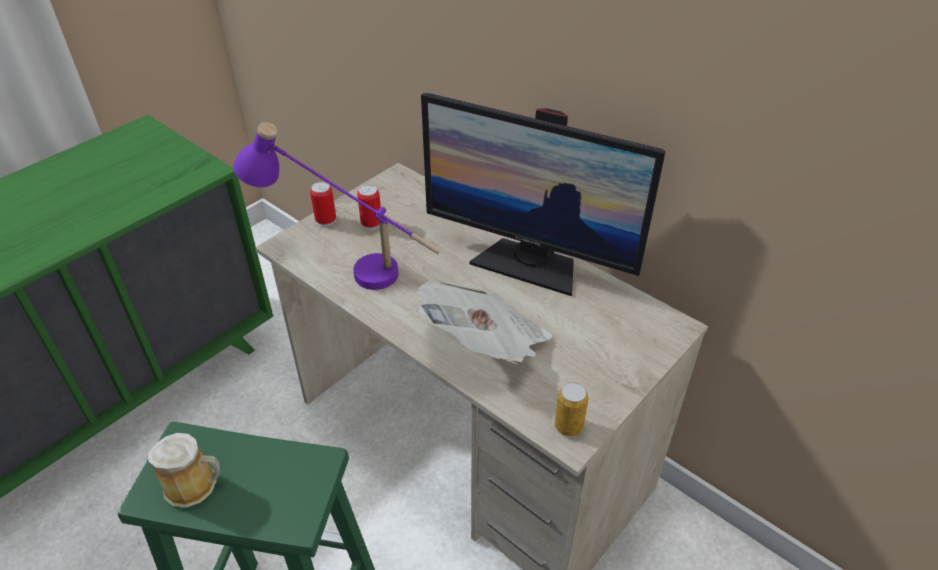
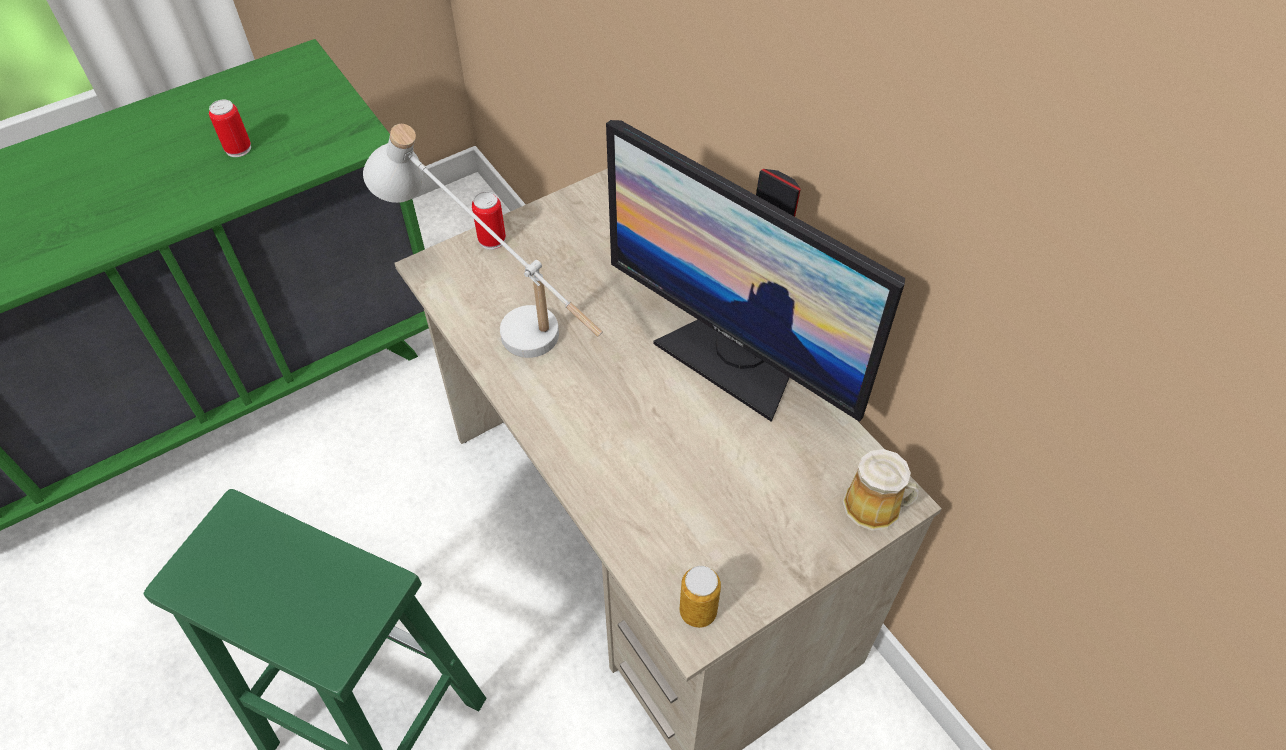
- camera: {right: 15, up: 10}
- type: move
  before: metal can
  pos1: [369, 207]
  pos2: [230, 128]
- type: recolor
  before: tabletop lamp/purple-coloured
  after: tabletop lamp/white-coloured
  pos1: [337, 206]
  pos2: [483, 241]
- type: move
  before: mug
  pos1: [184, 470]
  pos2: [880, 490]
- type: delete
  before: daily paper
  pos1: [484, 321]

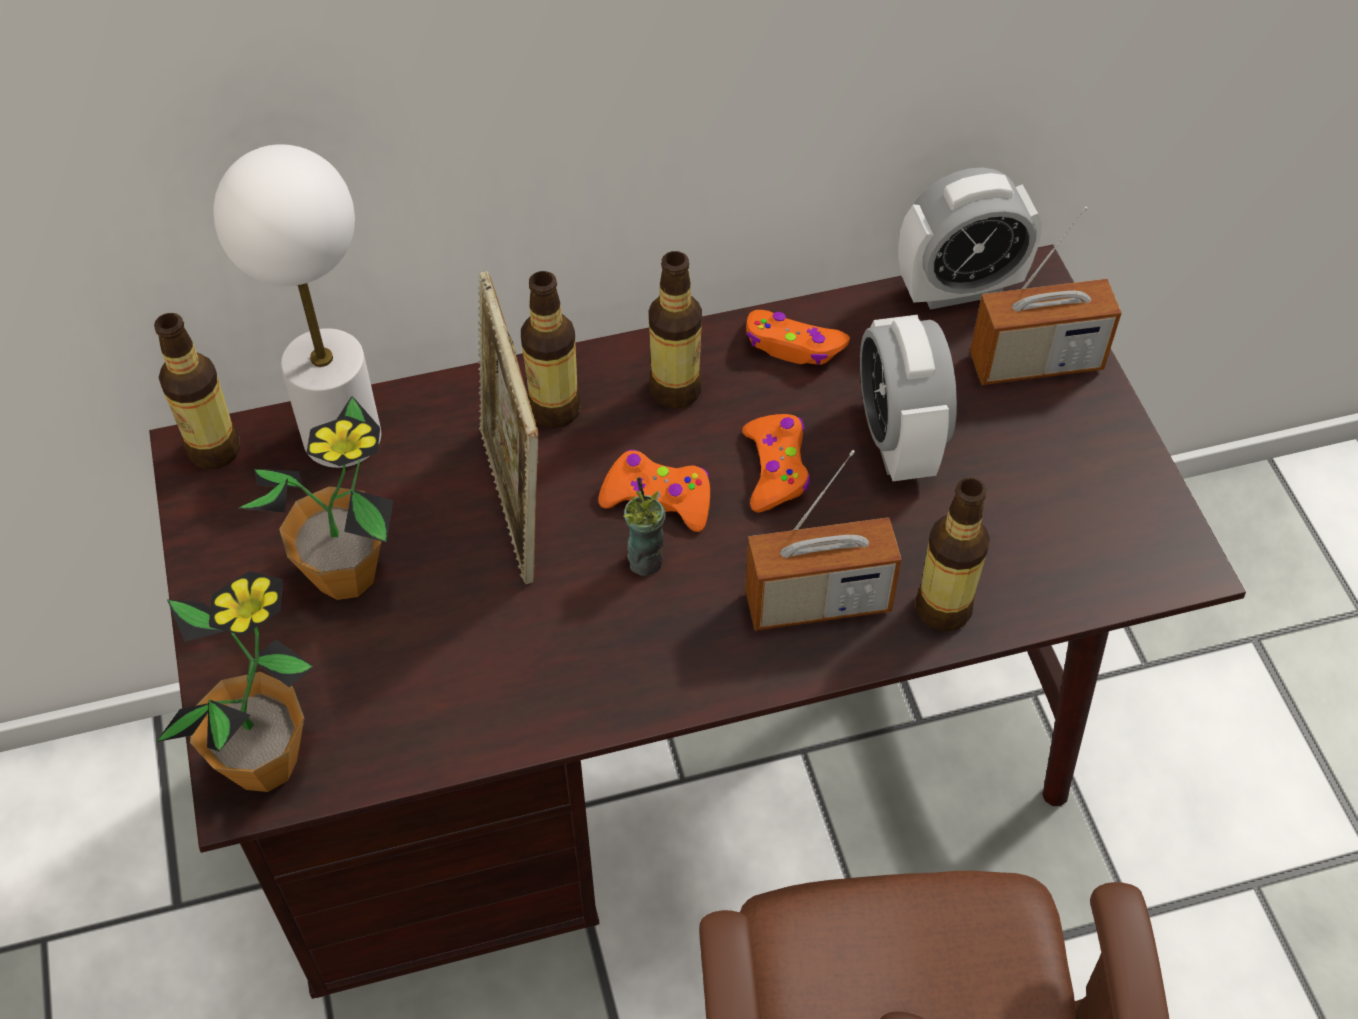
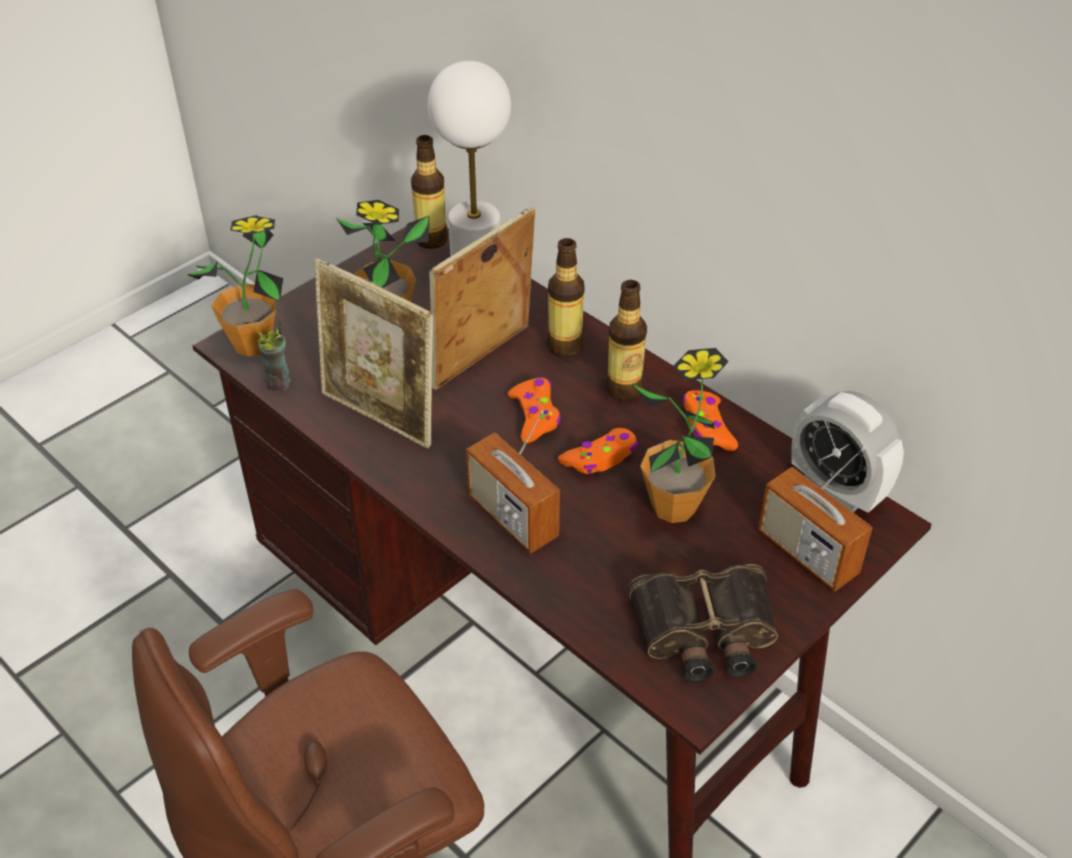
- camera: {right: 60, up: -10}
- type: move
  before: cup
  pos1: [645, 526]
  pos2: [274, 355]
- type: insert
  after: photo frame
  pos2: [373, 353]
- type: insert
  after: field glasses
  pos2: [703, 623]
- type: replace
  before: bedside clock
  after: houseplant
  pos1: [908, 398]
  pos2: [680, 435]
- type: delete
  before: bottle
  pos1: [952, 554]

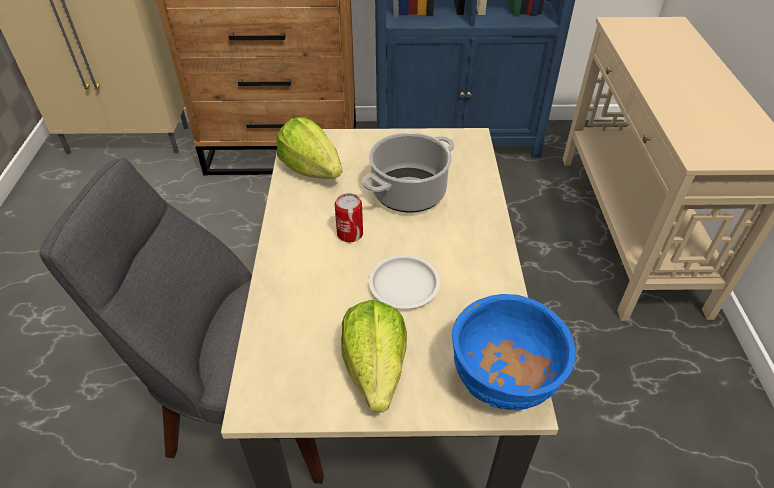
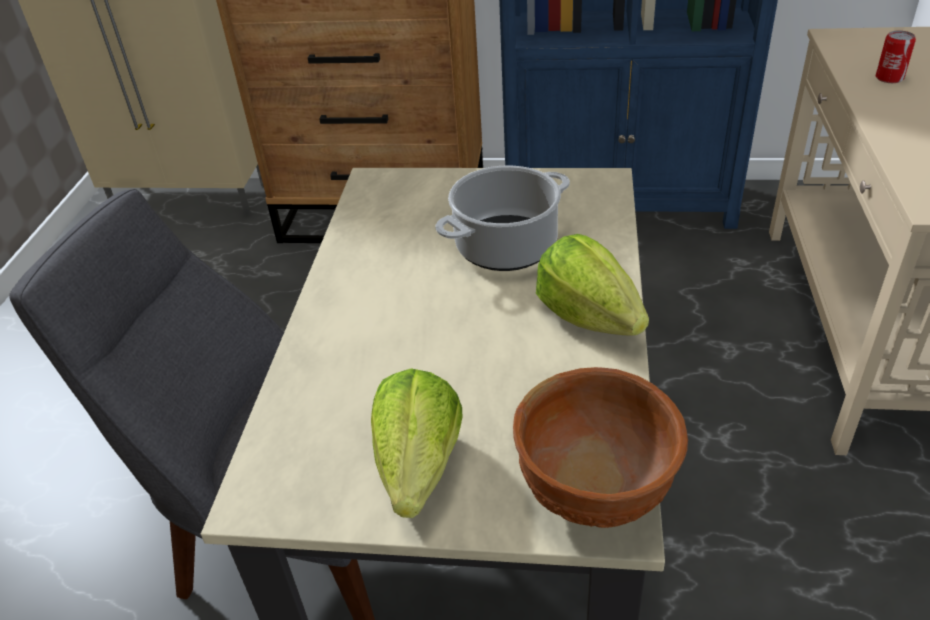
- camera: {right: 10, up: -5}
- type: recolor
  before: bowl/blue
  after: bowl/brownish
  pos1: [514, 352]
  pos2: [600, 447]
- type: move
  before: lettuce
  pos1: [309, 148]
  pos2: [592, 285]
- type: move
  before: metal can
  pos1: [349, 217]
  pos2: [896, 57]
- type: delete
  before: dinner plate/white-coloured
  pos1: [404, 282]

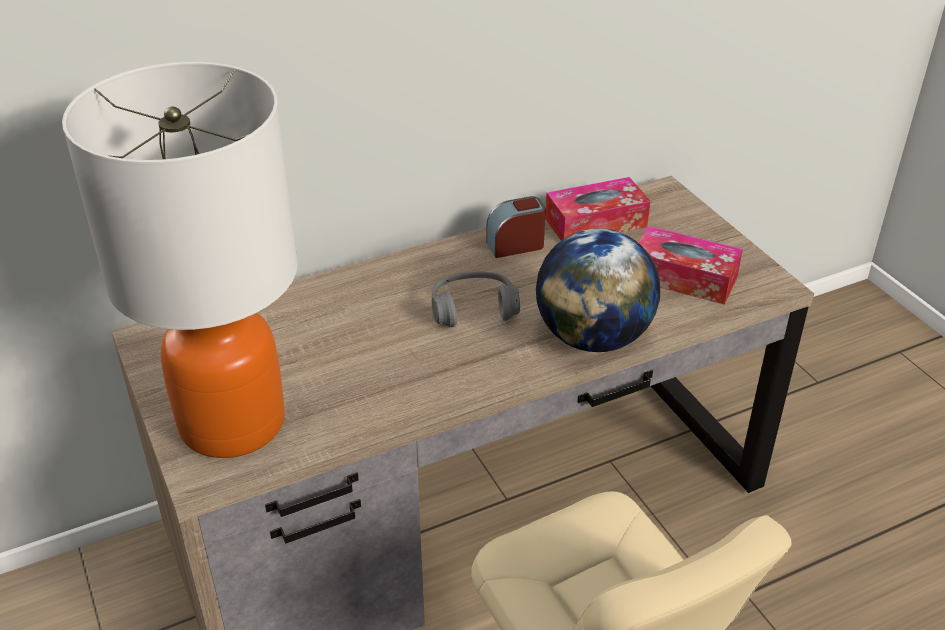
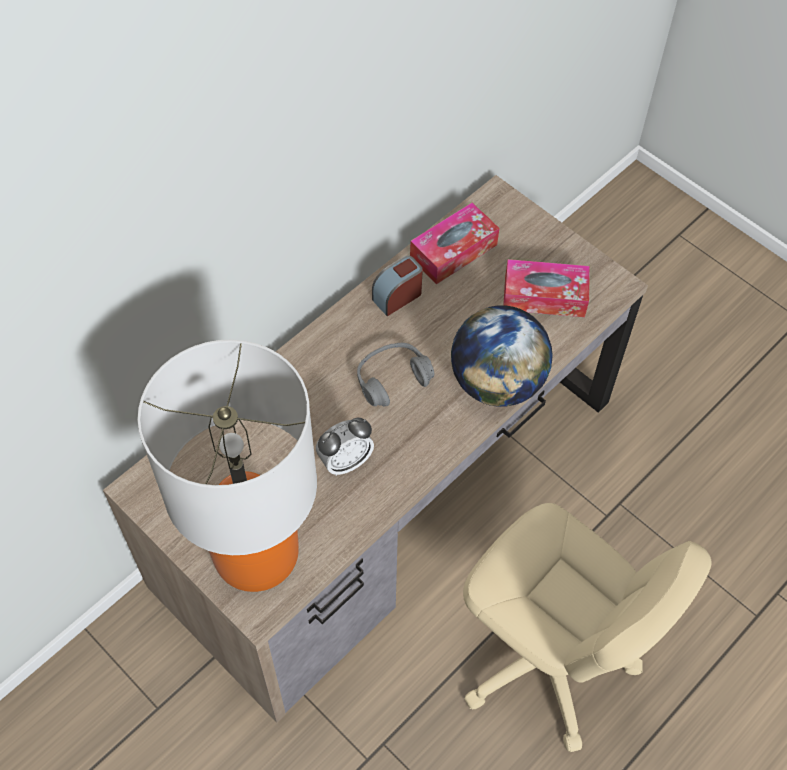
- camera: {right: -20, up: 20}
- type: insert
  after: bedside clock
  pos2: [345, 447]

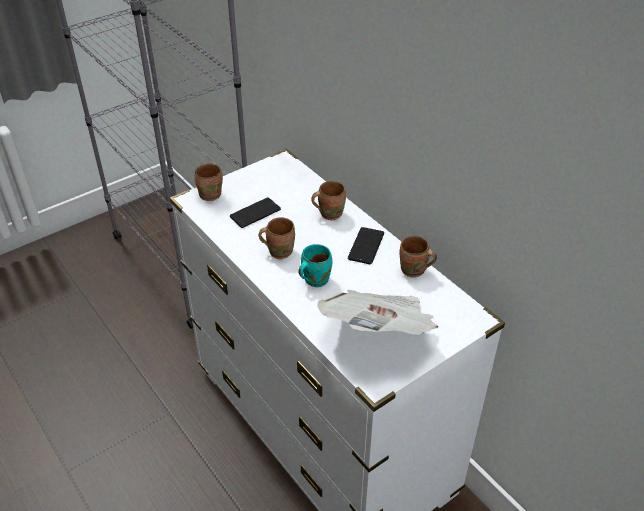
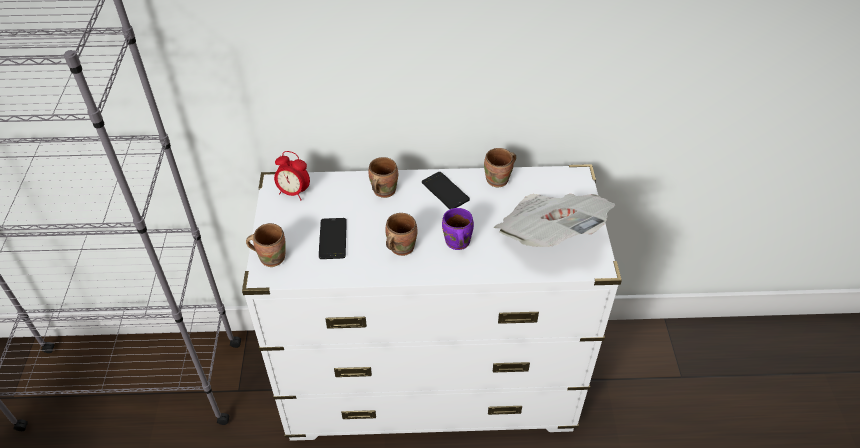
- camera: {right: -55, up: 5}
- type: insert
  after: bedside clock
  pos2: [292, 175]
- type: recolor
  before: mug/turquoise-coloured
  after: mug/purple-coloured
  pos1: [315, 265]
  pos2: [458, 229]

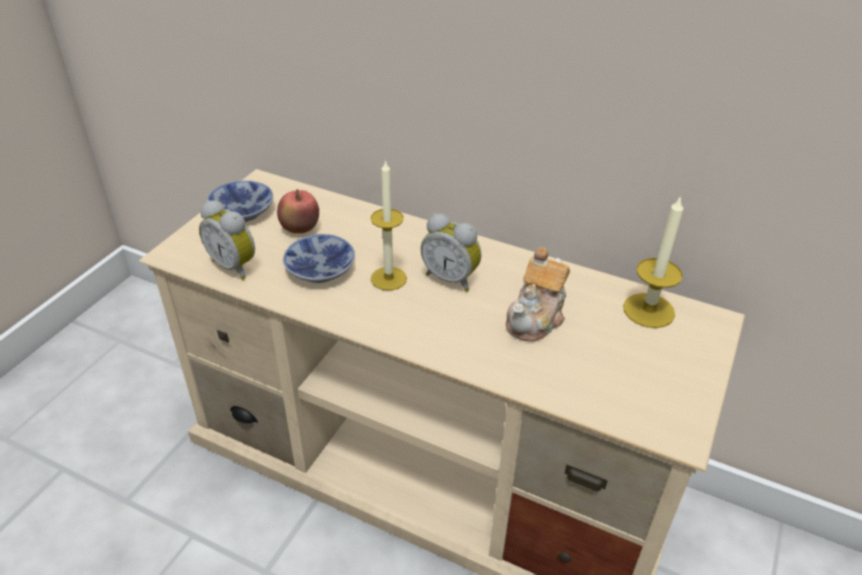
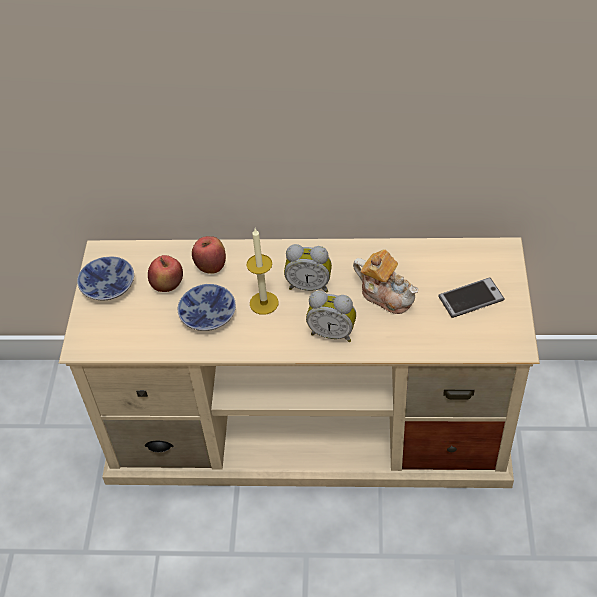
- camera: {right: -20, up: 10}
- type: insert
  after: apple
  pos2: [209, 255]
- type: move
  before: bedside clock
  pos1: [227, 240]
  pos2: [331, 316]
- type: rotate
  before: teapot
  pos1: [538, 294]
  pos2: [385, 281]
  turn: -60
- type: insert
  after: telephone
  pos2: [471, 297]
- type: delete
  before: wax light
  pos1: [653, 261]

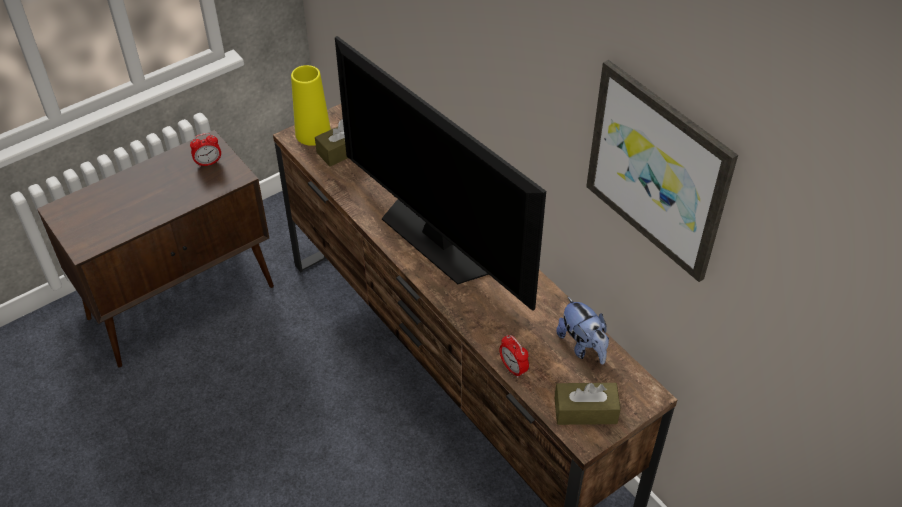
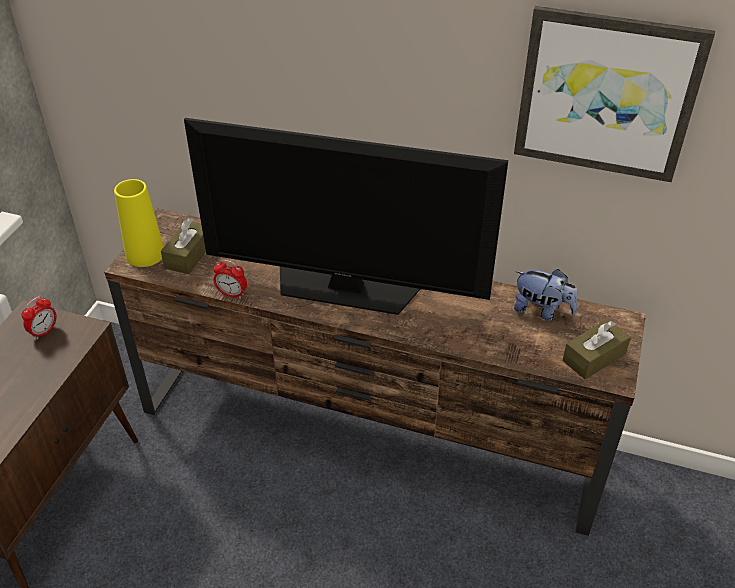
- camera: {right: -35, up: -5}
- type: move
  before: bedside clock
  pos1: [514, 356]
  pos2: [230, 279]

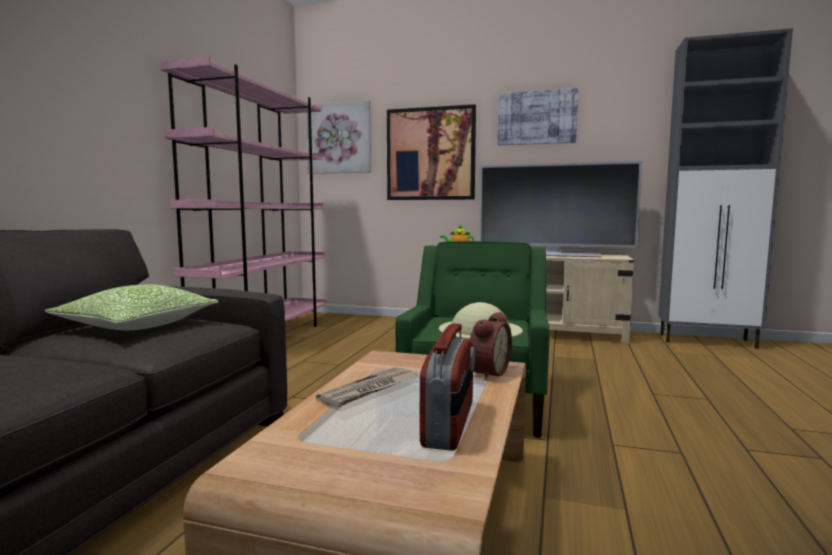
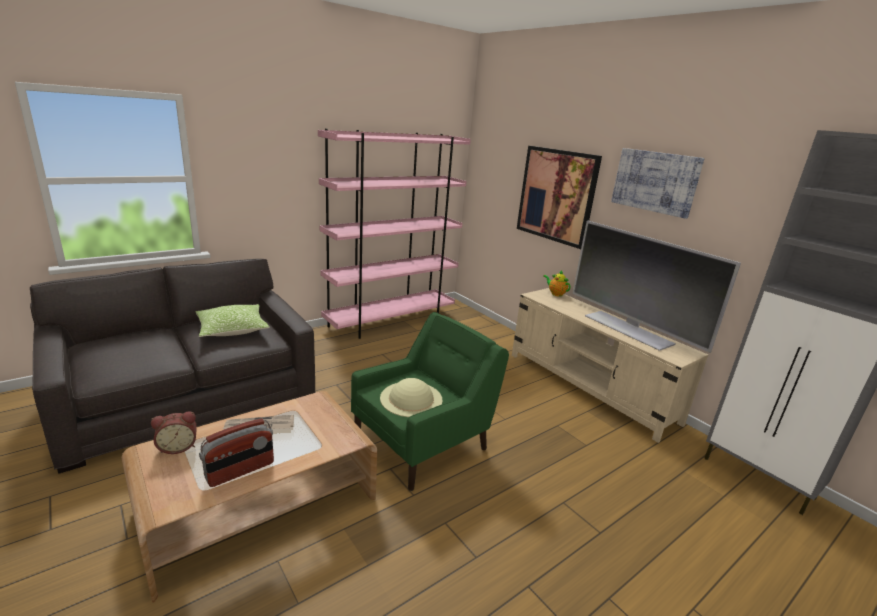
- camera: {right: 35, up: 15}
- type: move
  before: bedside clock
  pos1: [491, 346]
  pos2: [174, 432]
- type: delete
  before: picture
  pos1: [338, 137]

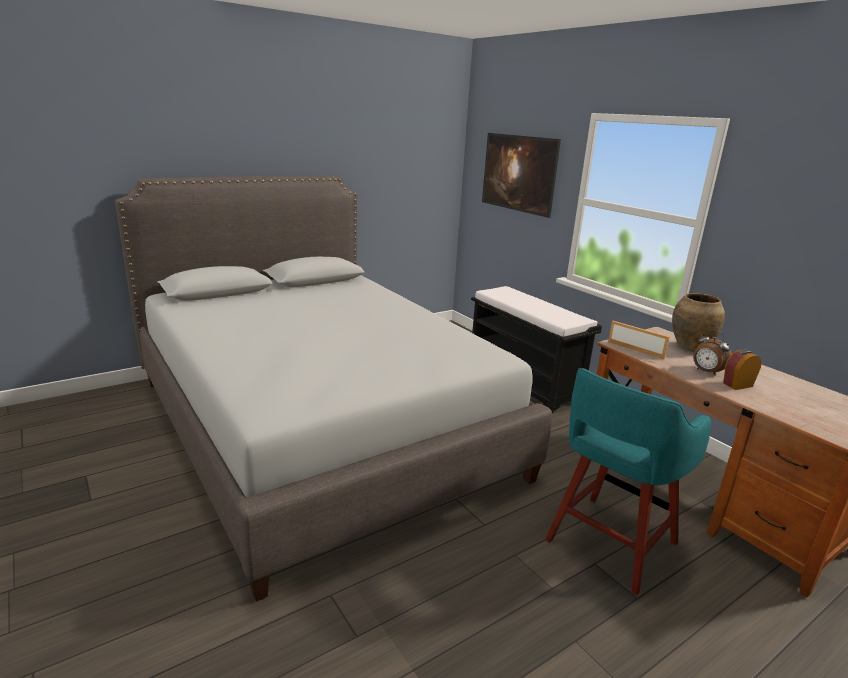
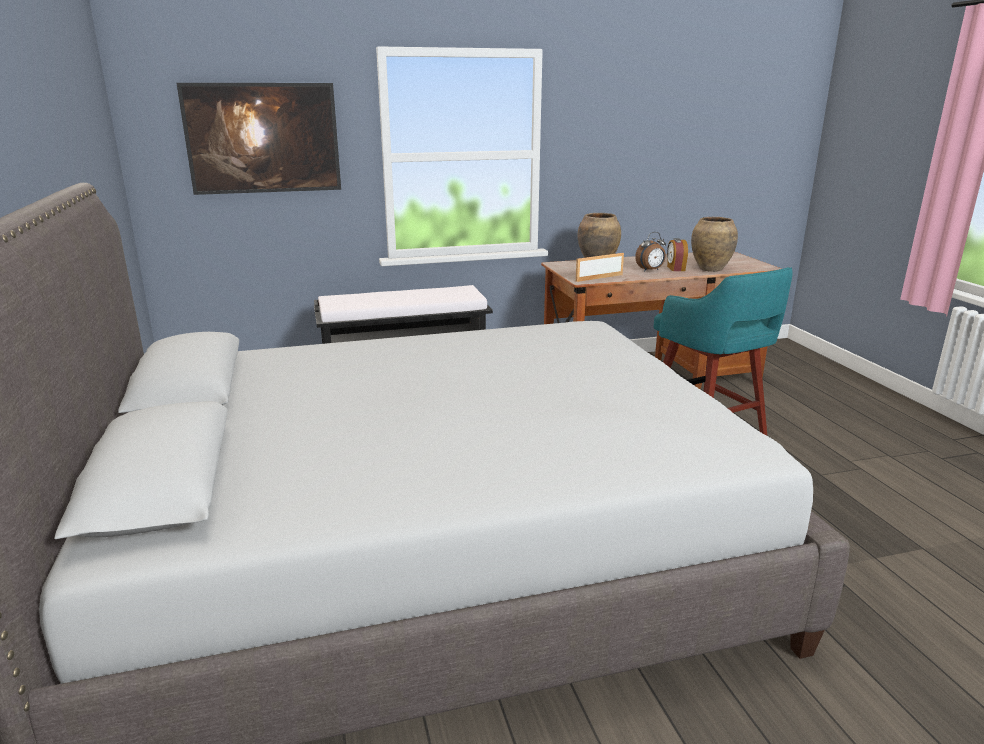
- camera: {right: -70, up: 0}
- type: insert
  after: vase/brownish
  pos2: [714, 244]

